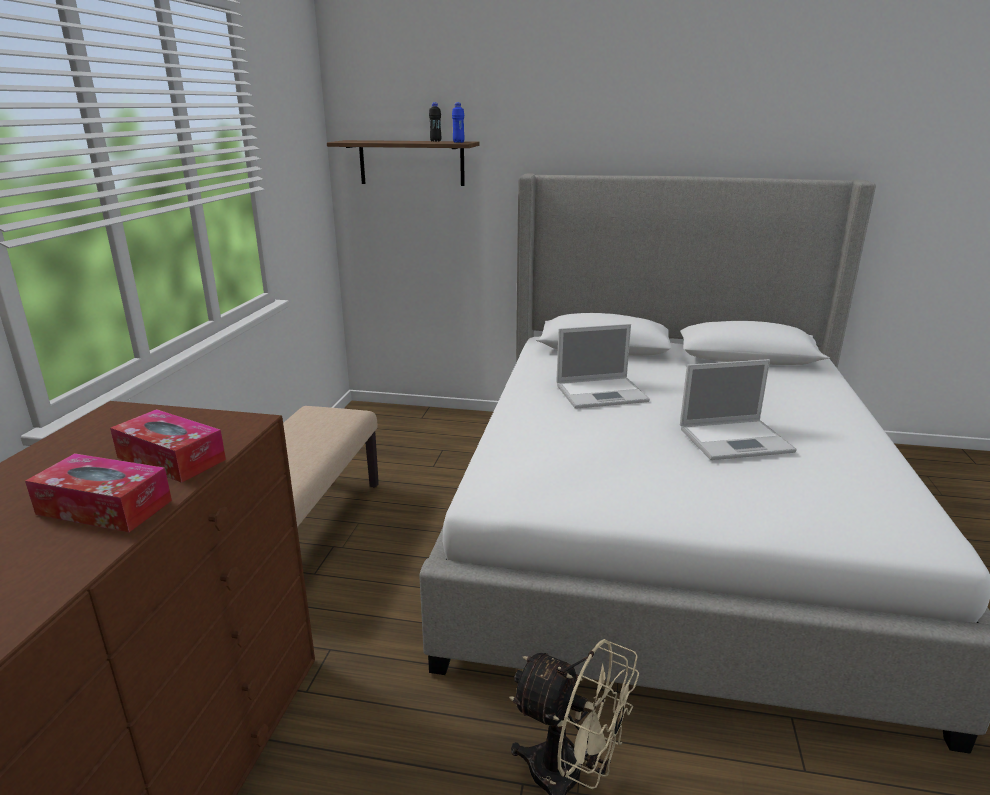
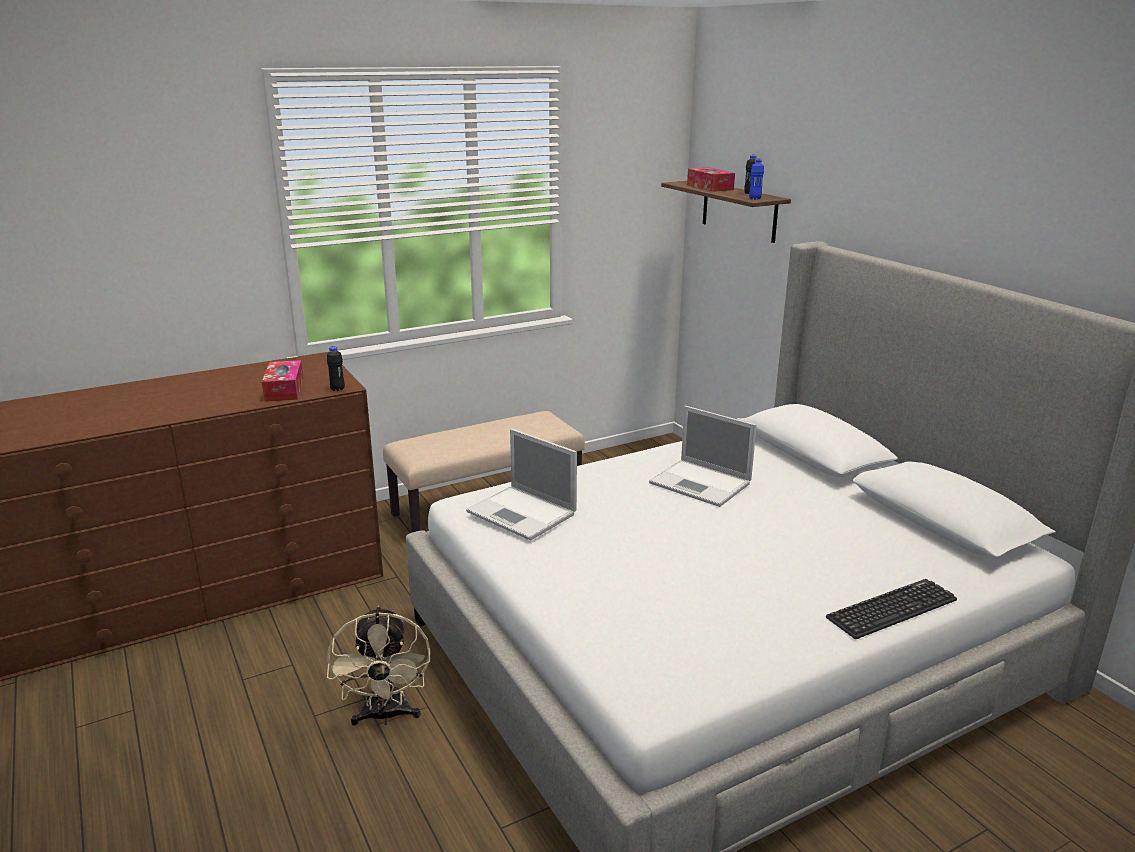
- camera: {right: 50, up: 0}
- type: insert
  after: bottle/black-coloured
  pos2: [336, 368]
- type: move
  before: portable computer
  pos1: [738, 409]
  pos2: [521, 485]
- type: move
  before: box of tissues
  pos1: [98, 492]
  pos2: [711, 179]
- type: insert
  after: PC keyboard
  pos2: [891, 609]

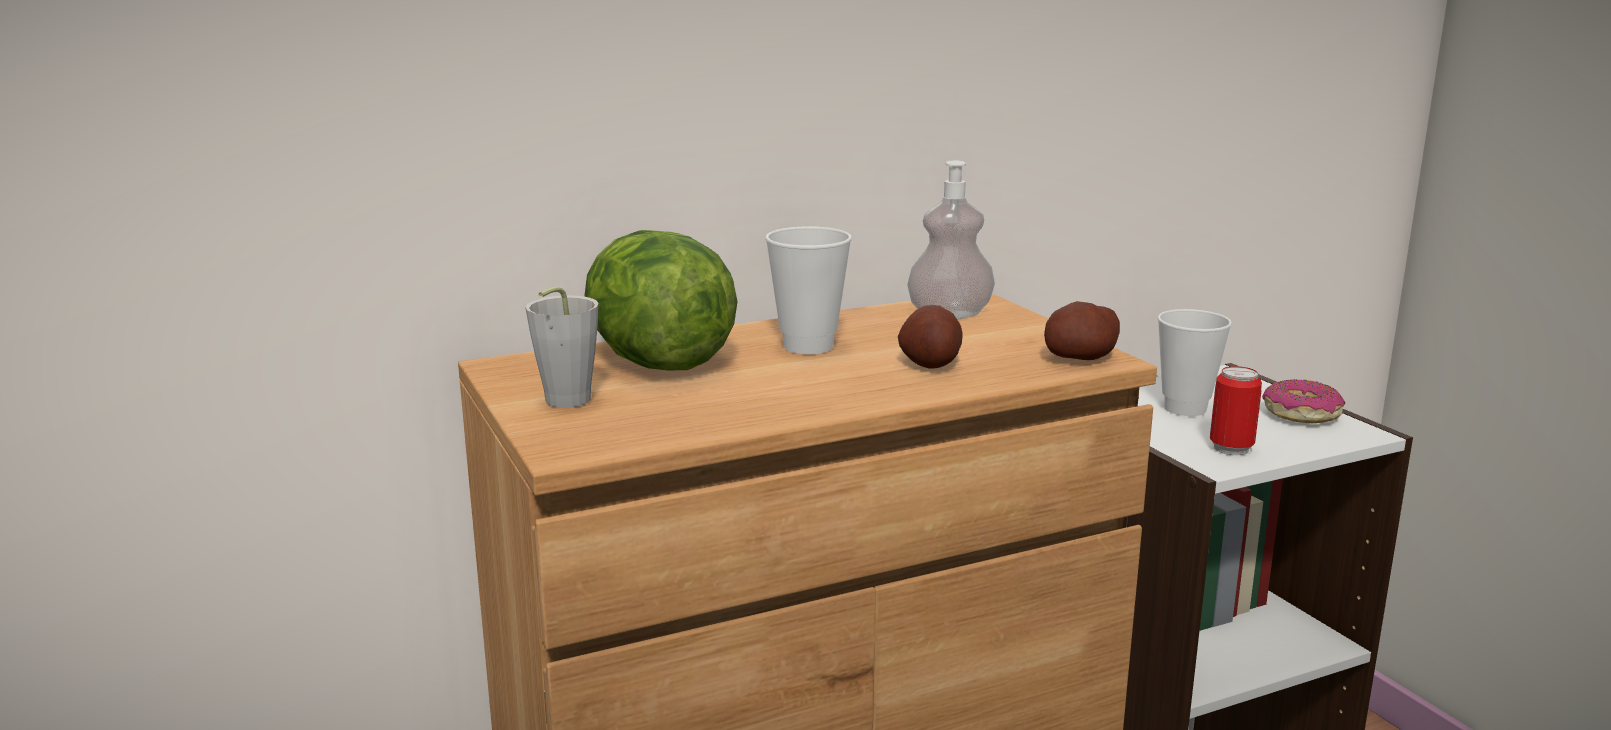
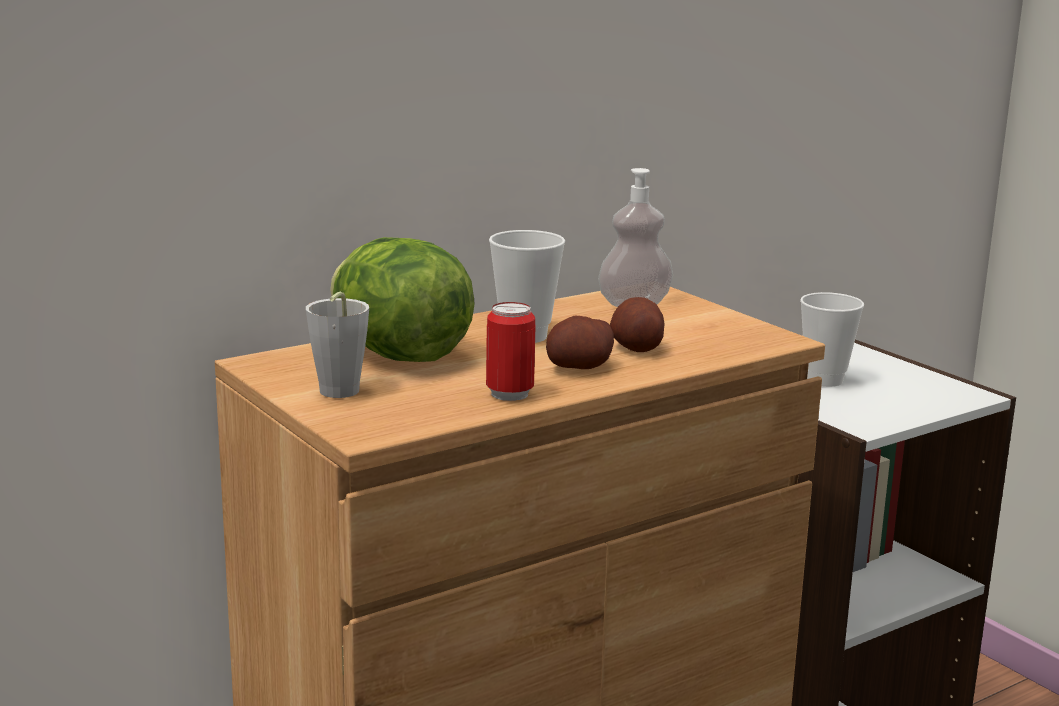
- camera: {right: -10, up: 0}
- type: move
  before: metal can
  pos1: [1236, 410]
  pos2: [511, 351]
- type: move
  before: potato
  pos1: [1082, 330]
  pos2: [580, 342]
- type: delete
  before: doughnut
  pos1: [1303, 401]

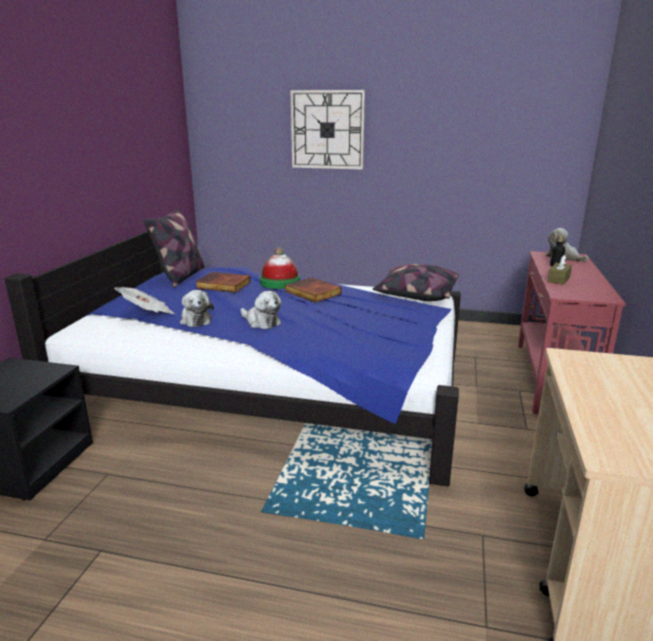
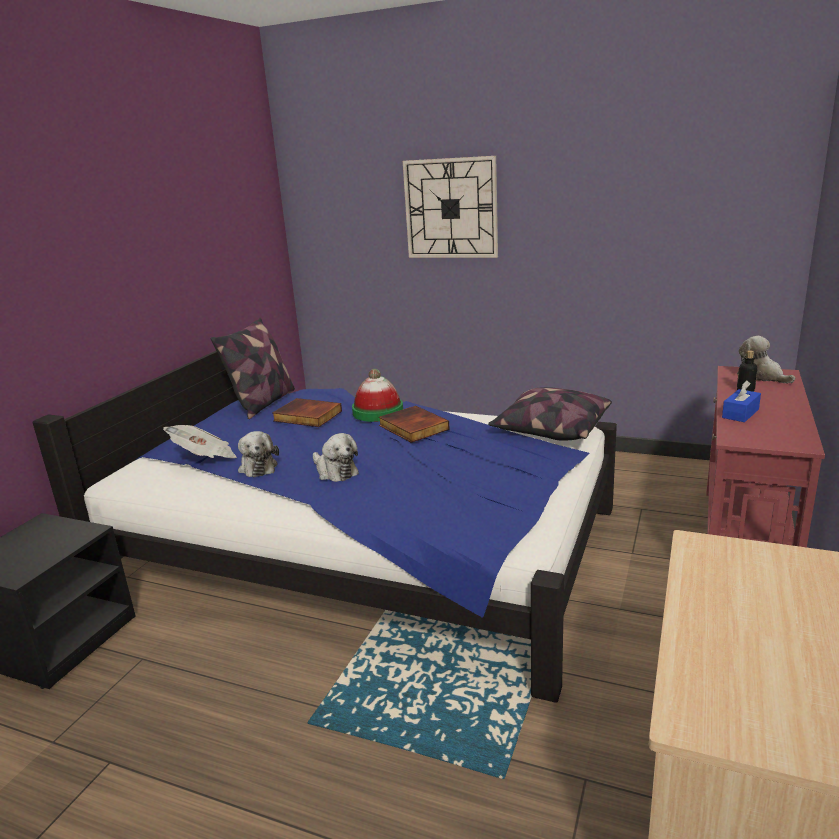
- camera: {right: 10, up: 0}
- type: recolor
  before: box of tissues/brownish
  after: box of tissues/blue
  pos1: [559, 270]
  pos2: [741, 401]

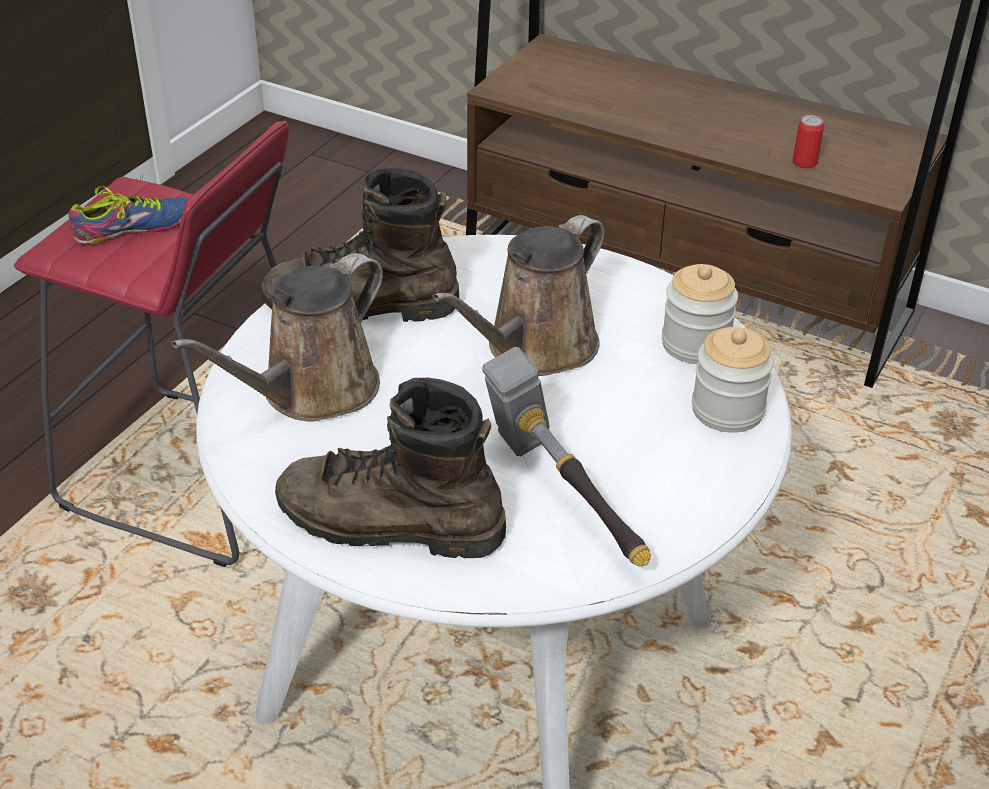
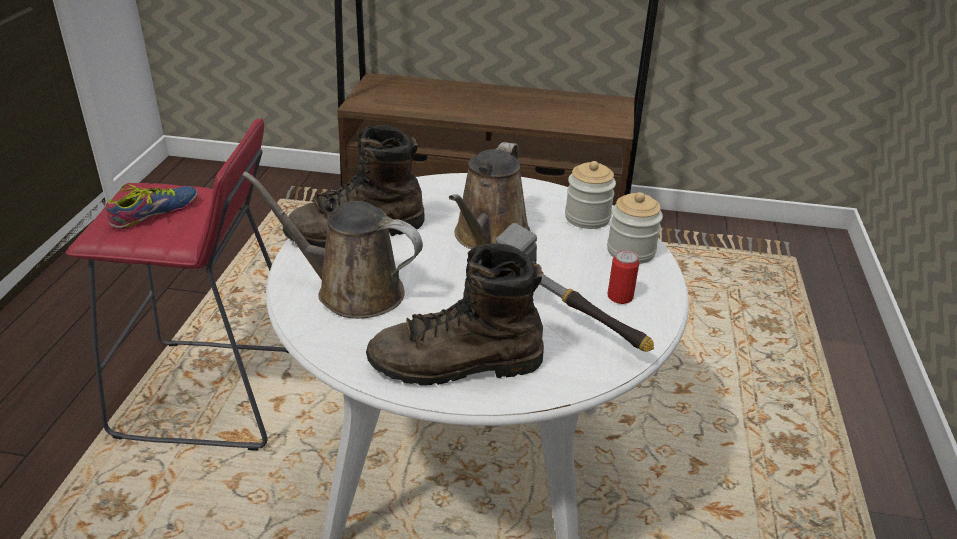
- camera: {right: -20, up: -5}
- type: rotate
  before: watering can/brownish
  pos1: [277, 337]
  pos2: [332, 245]
  turn: 90
- type: move
  before: metal can
  pos1: [808, 141]
  pos2: [623, 277]

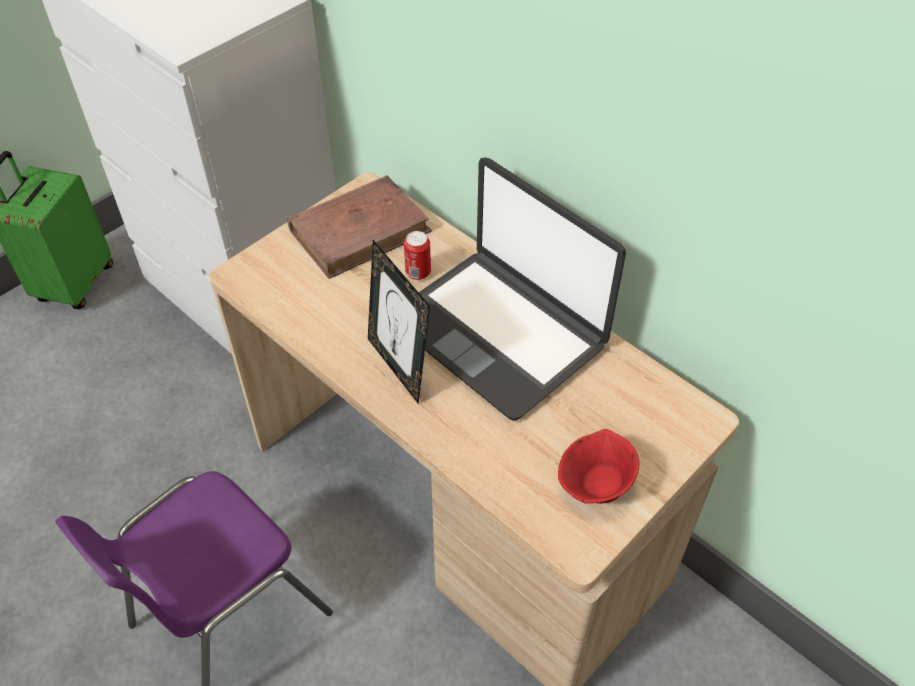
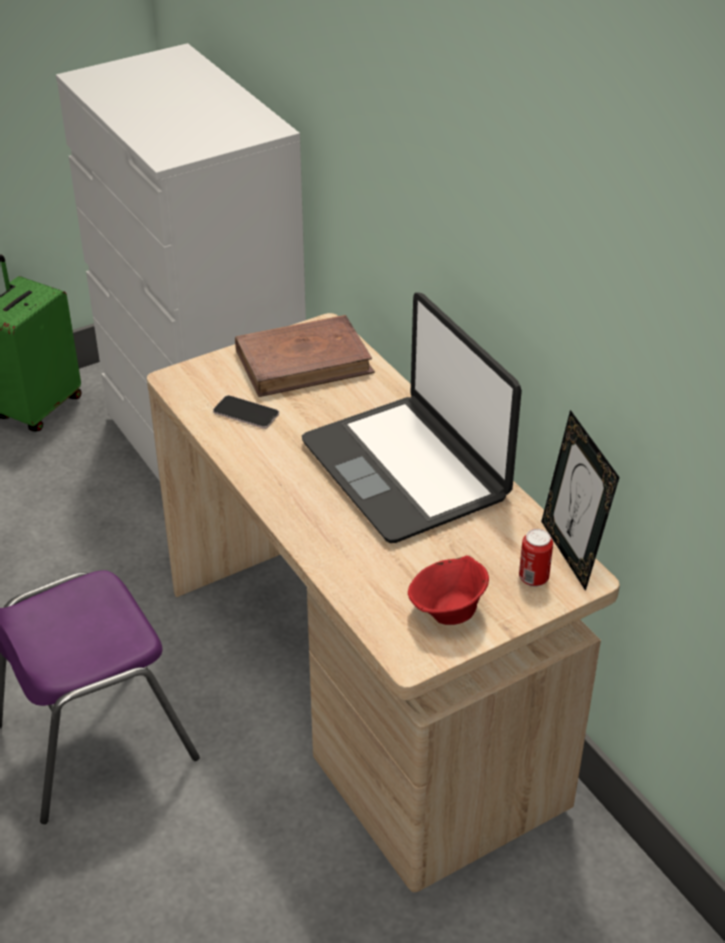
- camera: {right: 15, up: -10}
- type: insert
  after: telephone
  pos2: [246, 412]
- type: move
  before: metal can
  pos1: [417, 255]
  pos2: [536, 558]
- type: move
  before: photo frame
  pos1: [399, 322]
  pos2: [580, 500]

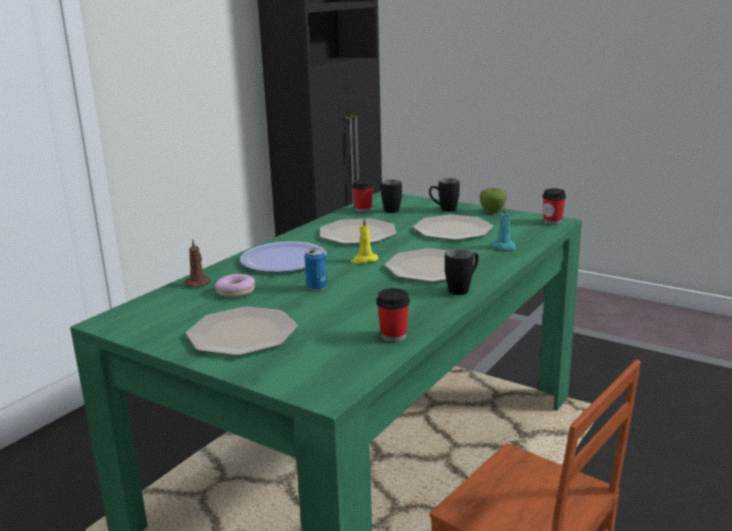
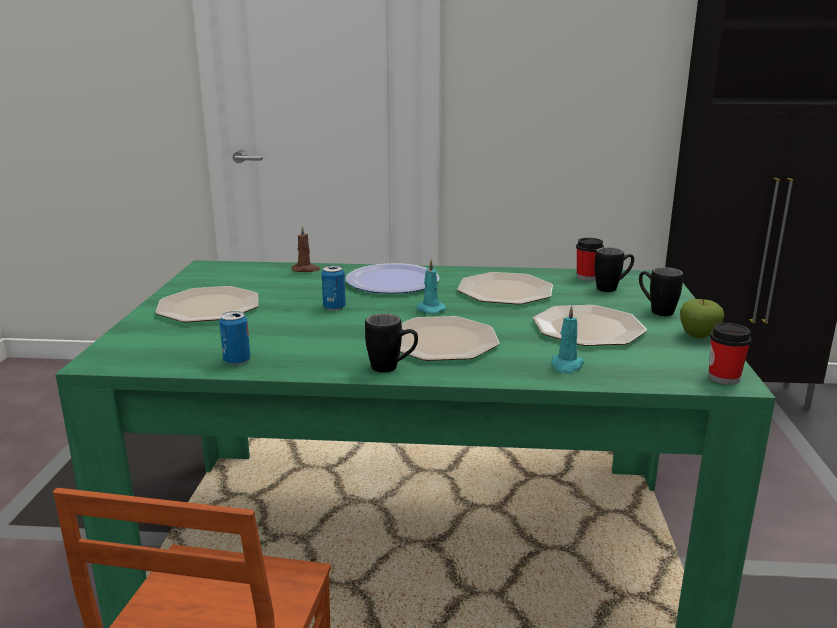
- camera: {right: 60, up: 0}
- type: replace
  before: cup
  after: metal can
  pos1: [393, 315]
  pos2: [235, 338]
- type: recolor
  before: wax light/yellow
  after: wax light/turquoise-coloured
  pos1: [364, 240]
  pos2: [431, 286]
- type: delete
  before: doughnut
  pos1: [235, 286]

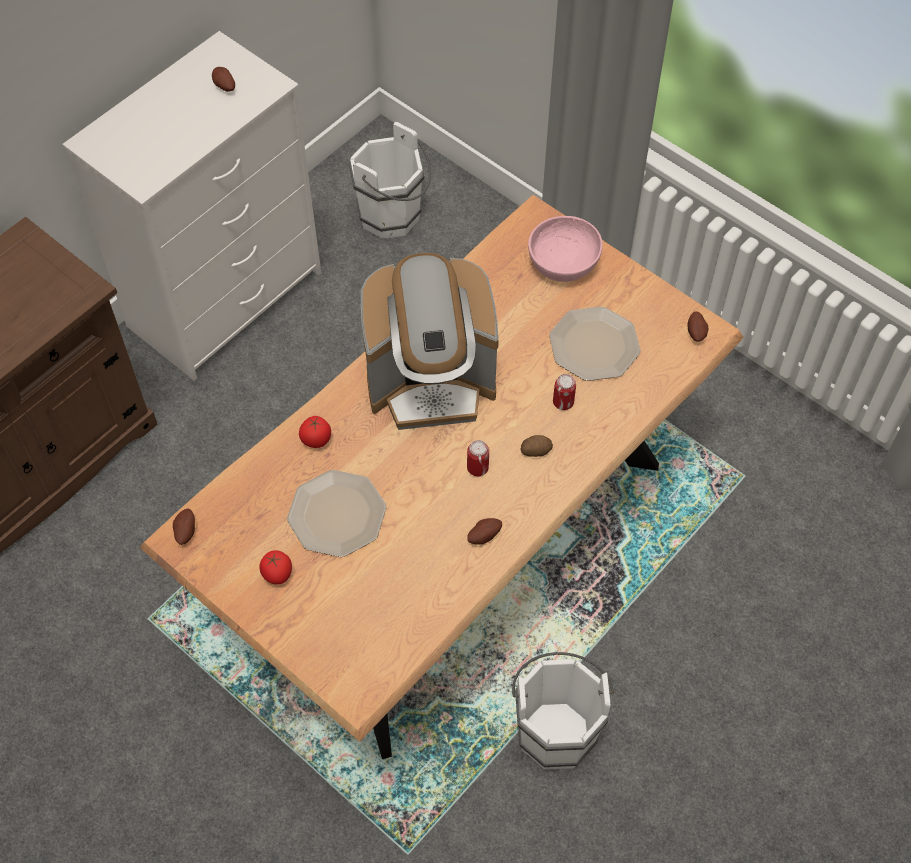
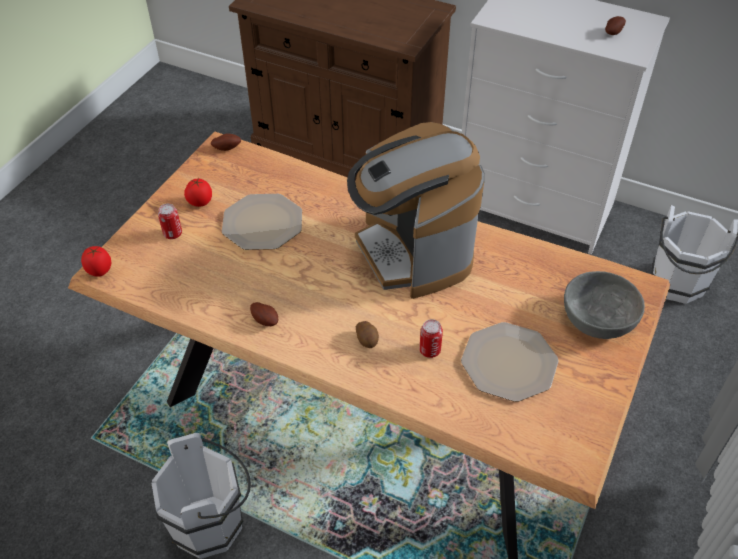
- camera: {right: 75, up: -10}
- type: move
  before: fresh tomato
  pos1: [315, 432]
  pos2: [96, 261]
- type: move
  before: metal can
  pos1: [478, 458]
  pos2: [170, 221]
- type: recolor
  before: bowl/pink
  after: bowl/greyish
  pos1: [565, 249]
  pos2: [604, 305]
- type: delete
  before: potato
  pos1: [697, 326]

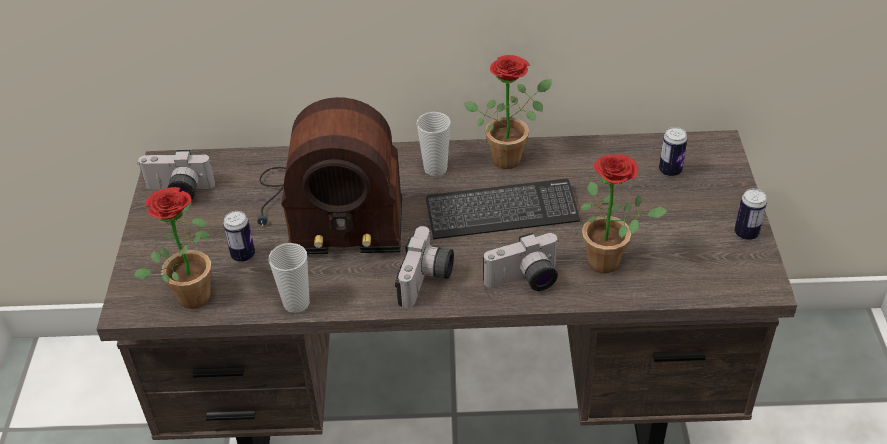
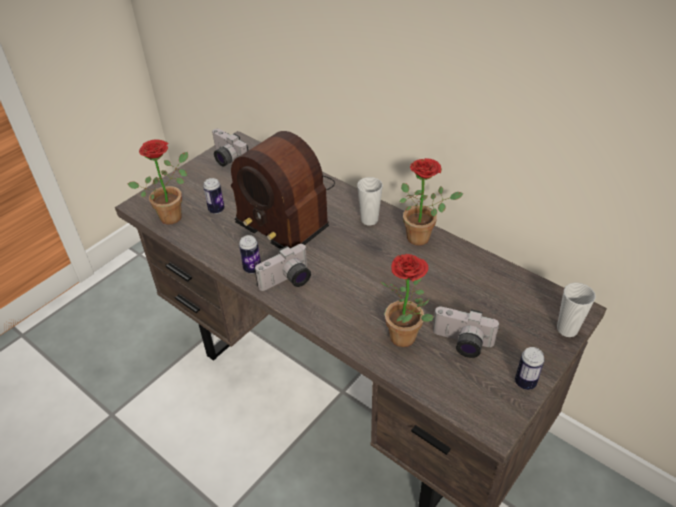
- camera: {right: 40, up: 0}
- type: move
  before: metal can
  pos1: [673, 152]
  pos2: [250, 254]
- type: move
  before: still camera
  pos1: [521, 261]
  pos2: [466, 332]
- type: move
  before: cup
  pos1: [289, 278]
  pos2: [576, 310]
- type: delete
  before: PC keyboard
  pos1: [503, 209]

